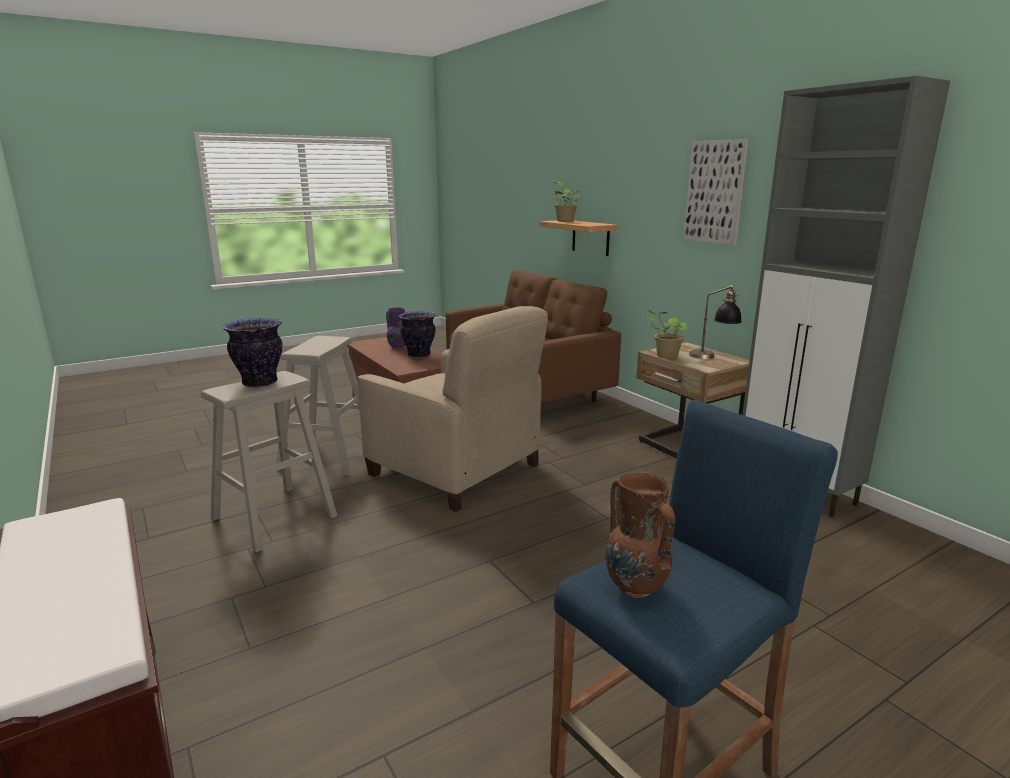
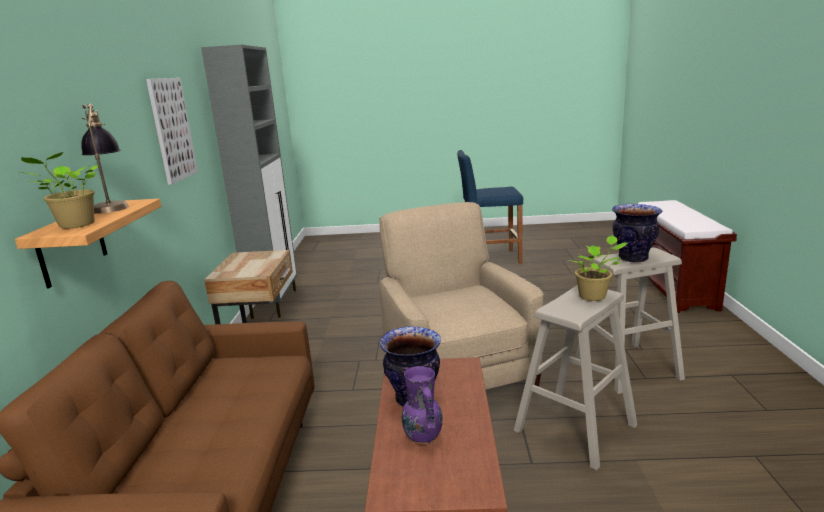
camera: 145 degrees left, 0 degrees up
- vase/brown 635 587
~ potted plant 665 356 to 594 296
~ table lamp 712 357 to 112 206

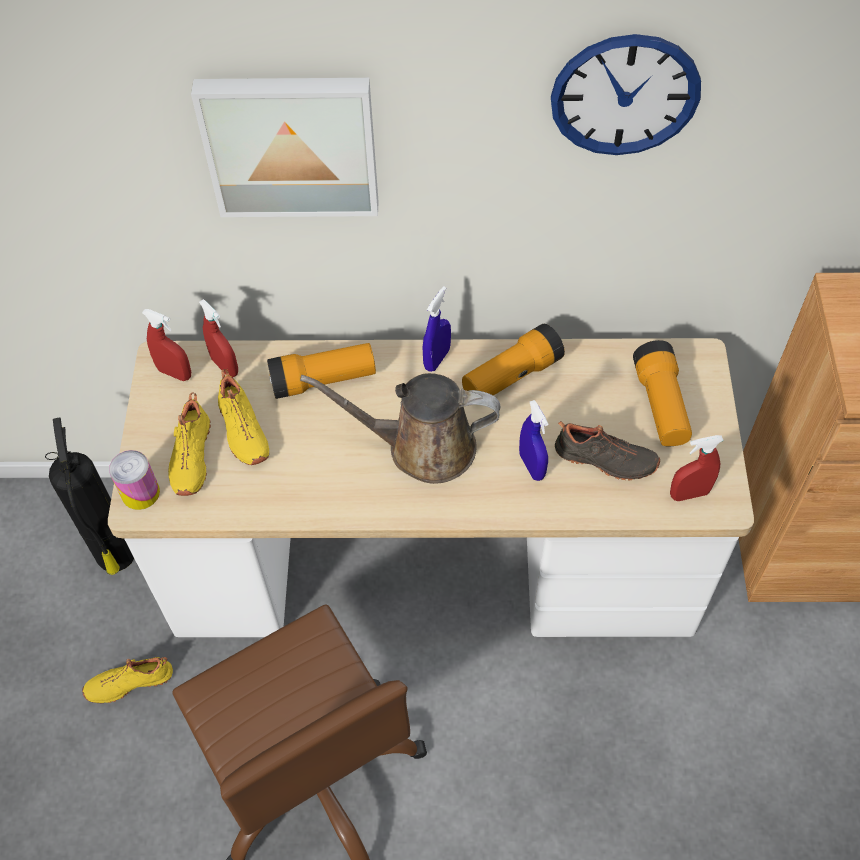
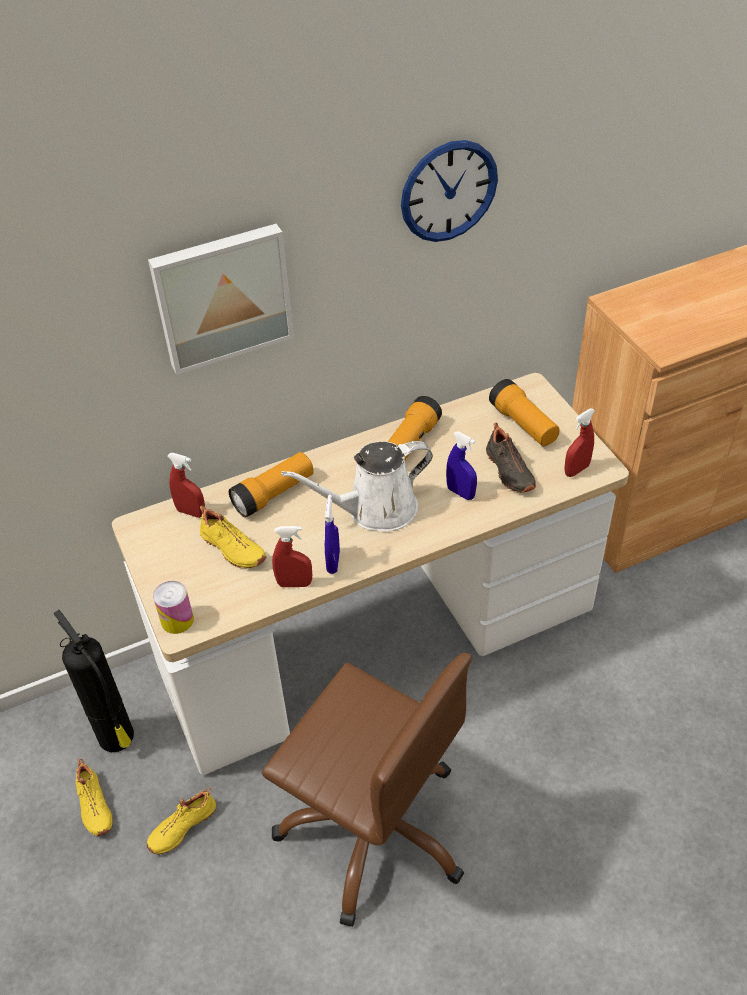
camera: 25 degrees left, 10 degrees down
~ spray bottle/red 175 373 to 294 583
~ shoe/yellow 190 457 to 93 806
~ watering can/brown 422 447 to watering can/white 375 509
~ spray bottle/blue 437 359 to 333 562
~ shoe/black 605 460 = 508 471 75 degrees clockwise

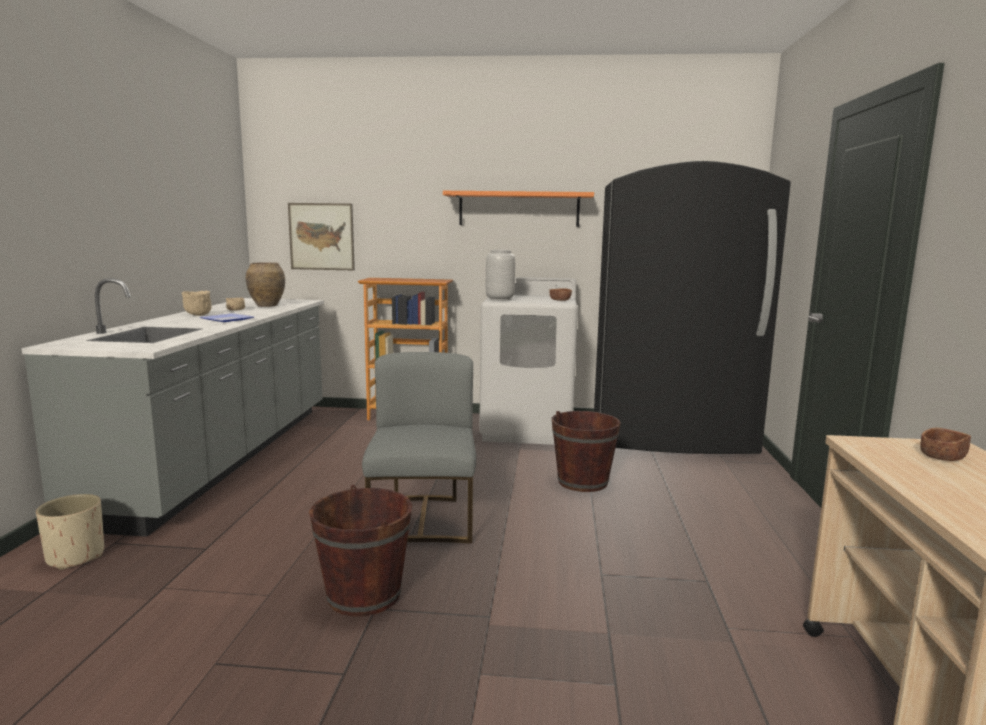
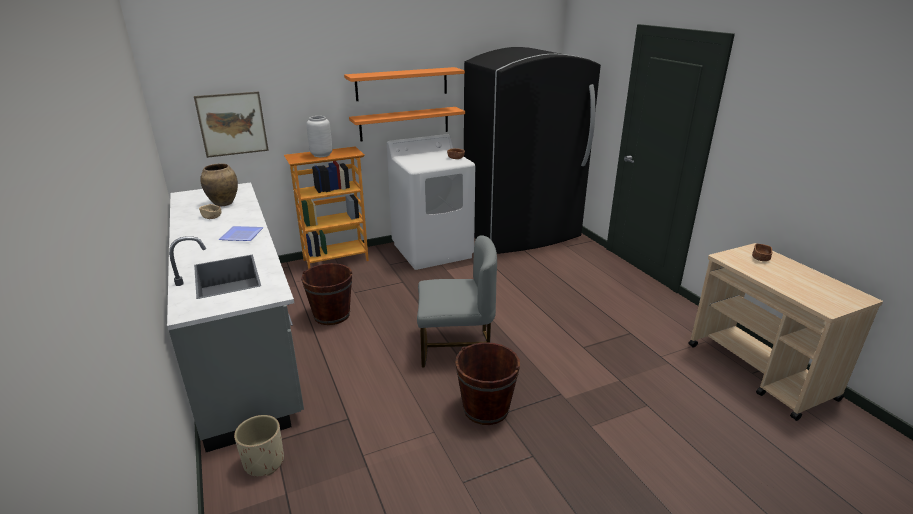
camera: 30 degrees left, 15 degrees up
- bowl/beige 198 315
~ chair/grey 423 520 = 455 346 120 degrees clockwise
~ vase/grey 499 299 to 321 155
~ bucket/brown 582 482 to 332 315
+ shelf/orange 404 123

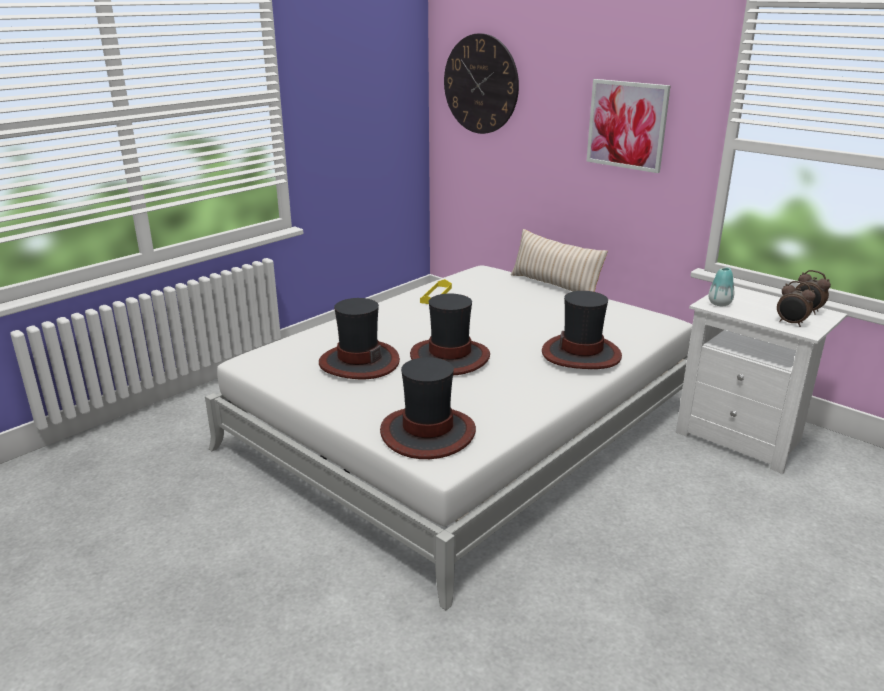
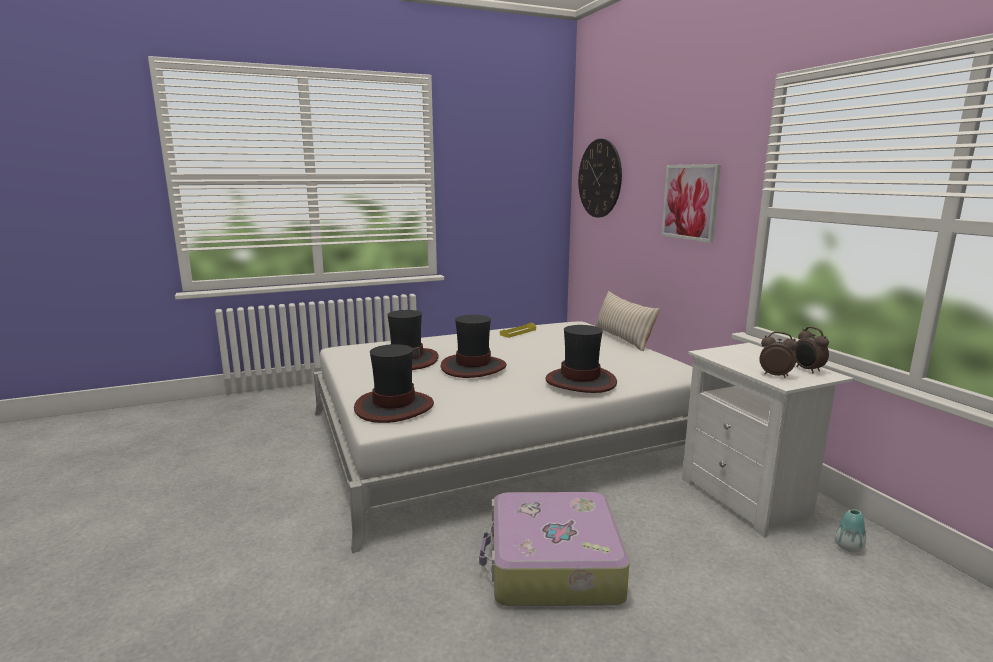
camera: 25 degrees right, 10 degrees down
~ vase 719 303 to 848 547
~ alarm clock 791 323 = 775 375 150 degrees clockwise
+ suitcase 552 565

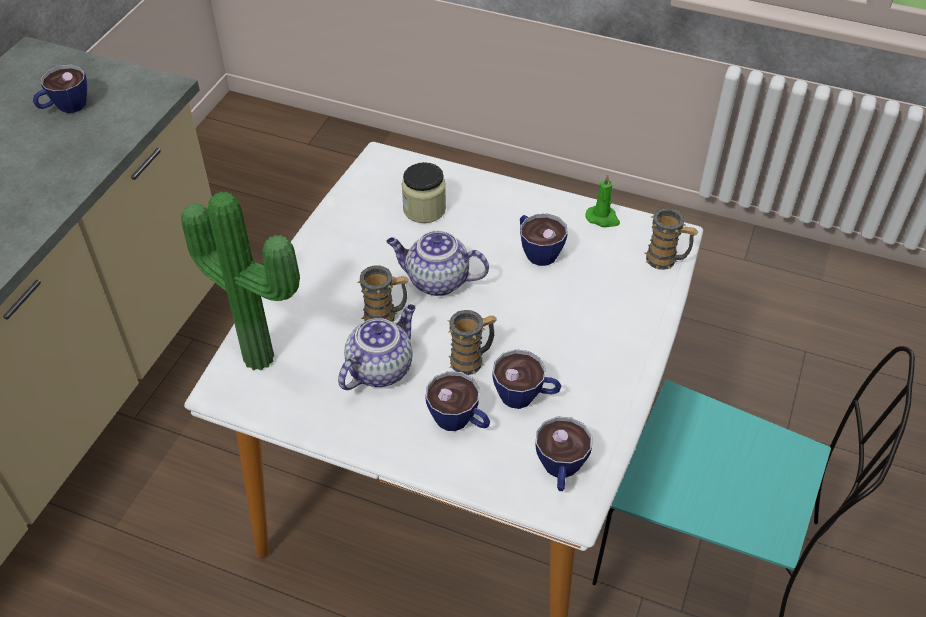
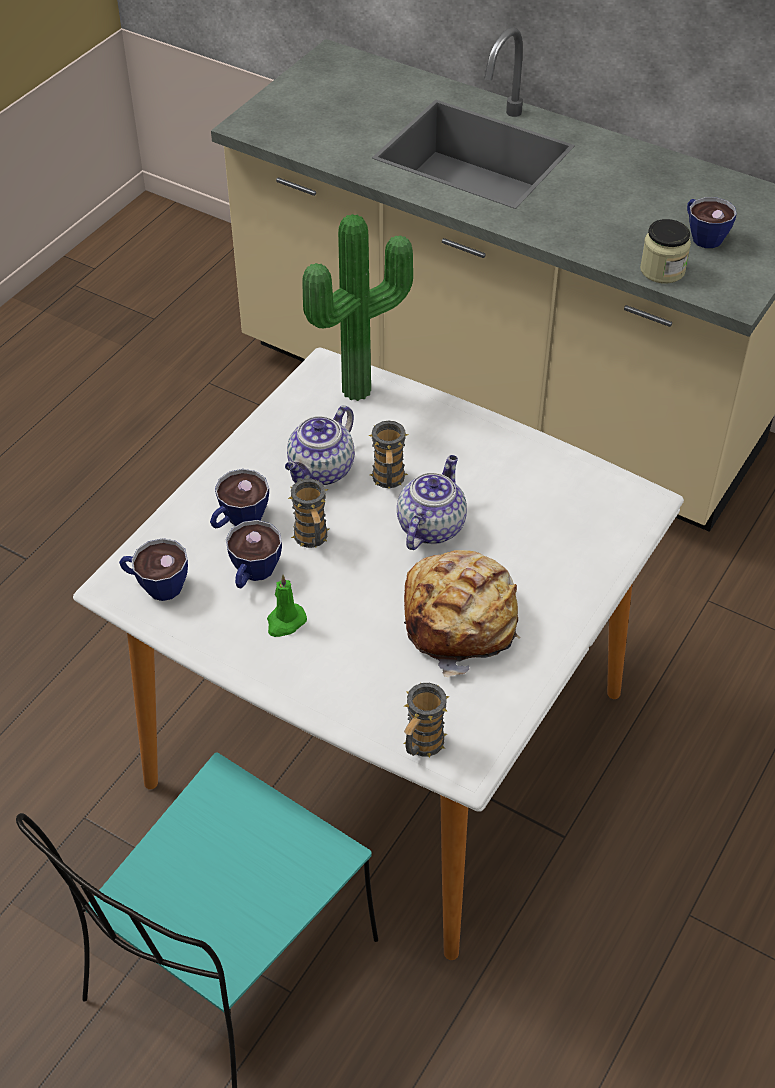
camera: 100 degrees right, 0 degrees up
~ teapot 380 368 = 321 471 75 degrees clockwise
~ jar 424 209 to 662 270
~ cup 537 251 to bread 462 620
~ candle/green 603 218 to 285 622

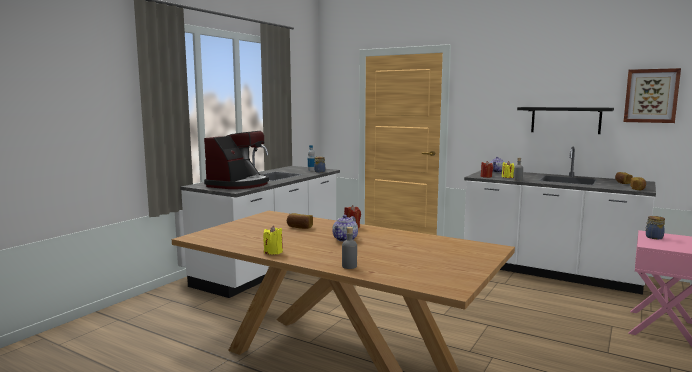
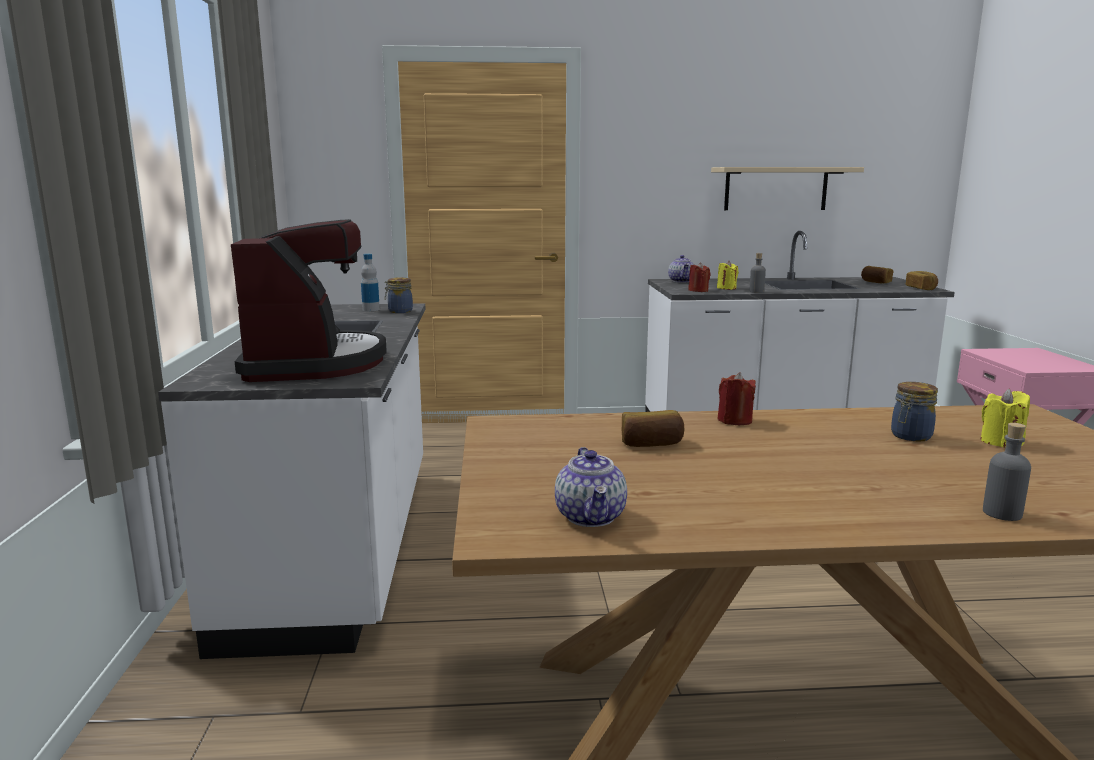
camera: 35 degrees left, 5 degrees up
~ candle/yellow 273 252 to 1001 442
~ teapot 345 239 to 591 517
~ shelf/black 565 120 to shelf/beige 776 188
- picture 651 96
~ jar 653 237 to 910 436

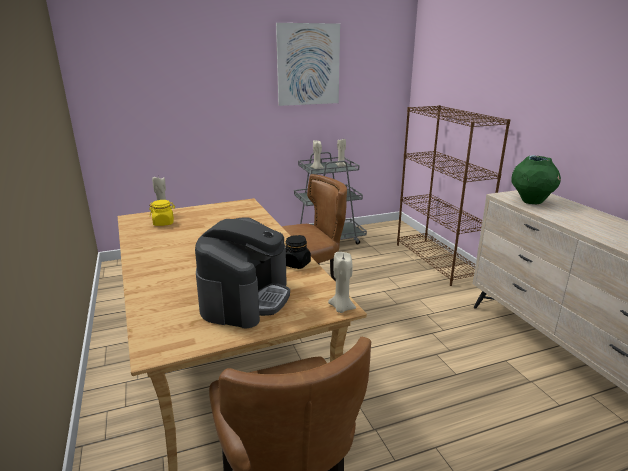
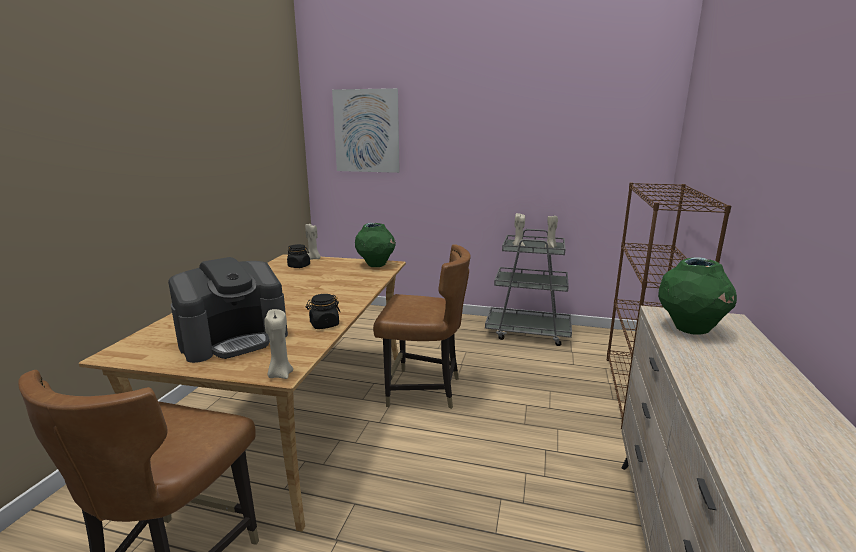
camera: 35 degrees right, 5 degrees down
~ jar/yellow 164 223 to jar/black 299 266
~ picture 308 65 to 366 131
+ vase/green 376 265

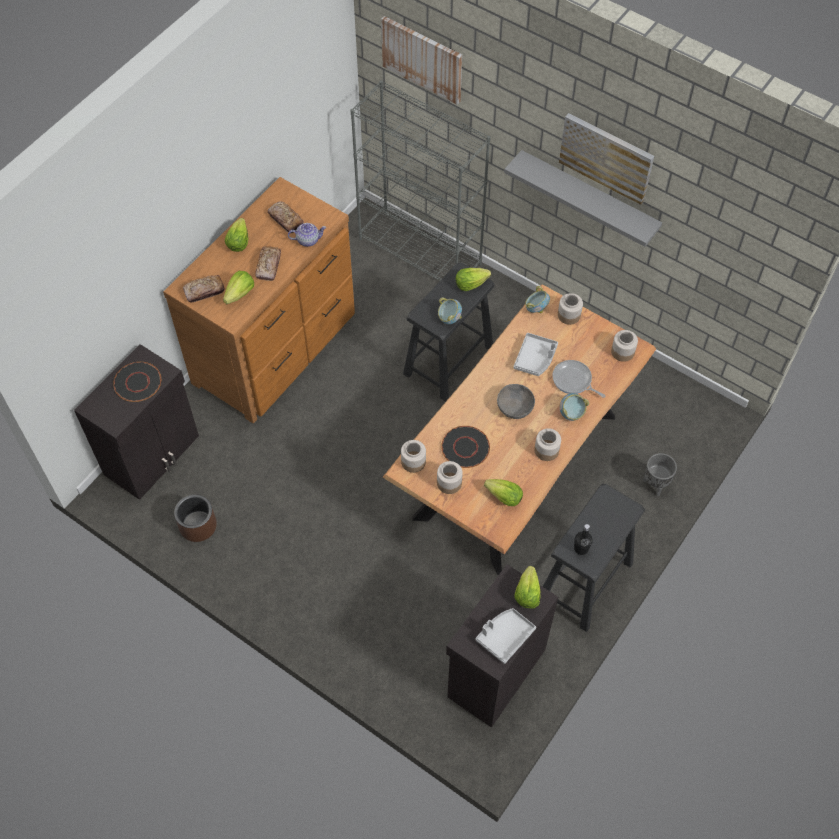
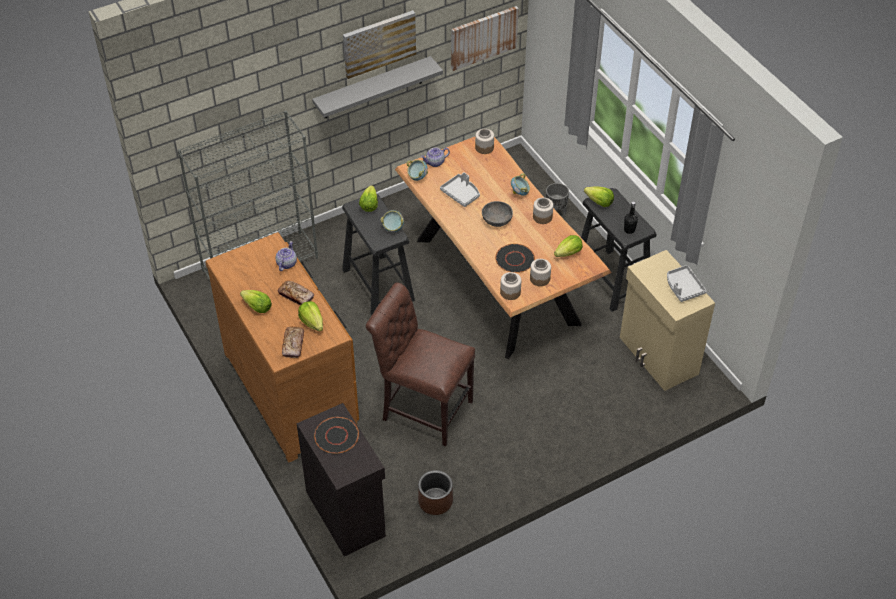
camera: 65 degrees left, 10 degrees down
- bread 285 220
~ picture 422 59 to 483 37
~ cabinet/black 494 672 to cabinet/beige 658 356
~ lettuce 527 593 to 599 202
- frying pan 573 381
~ jar 569 315 to teapot 435 162
+ chair/brown 423 408

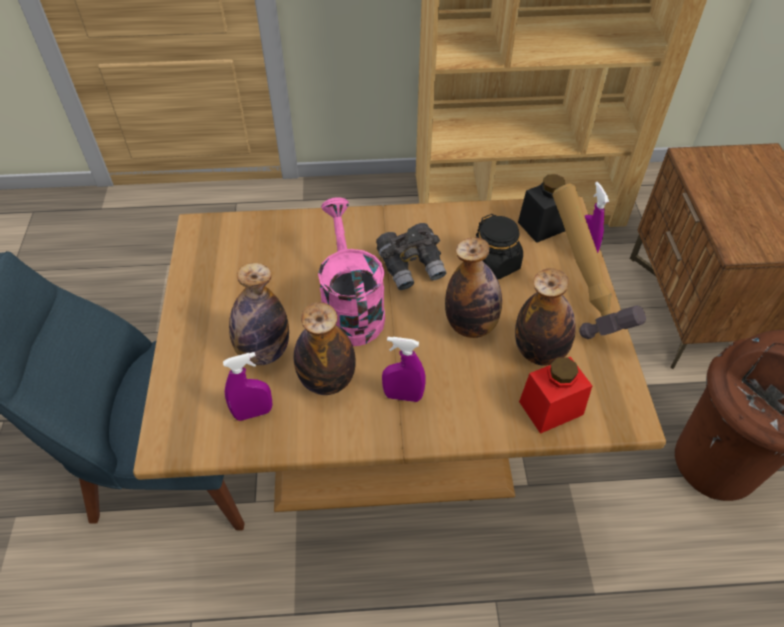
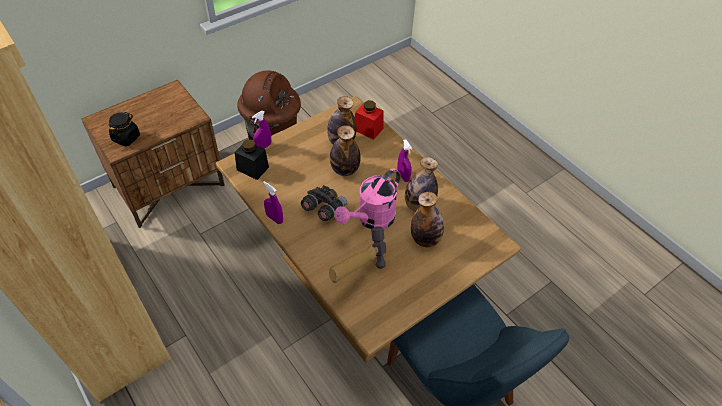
camera: 125 degrees left, 0 degrees up
~ spray bottle/purple 253 413 to 274 218
~ jar/black 494 264 to 126 138
~ hammer 582 302 to 357 276

